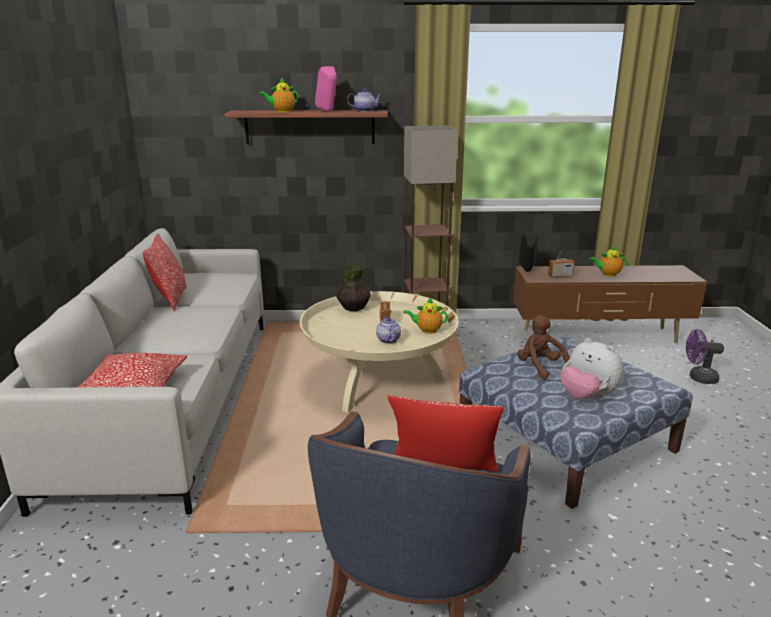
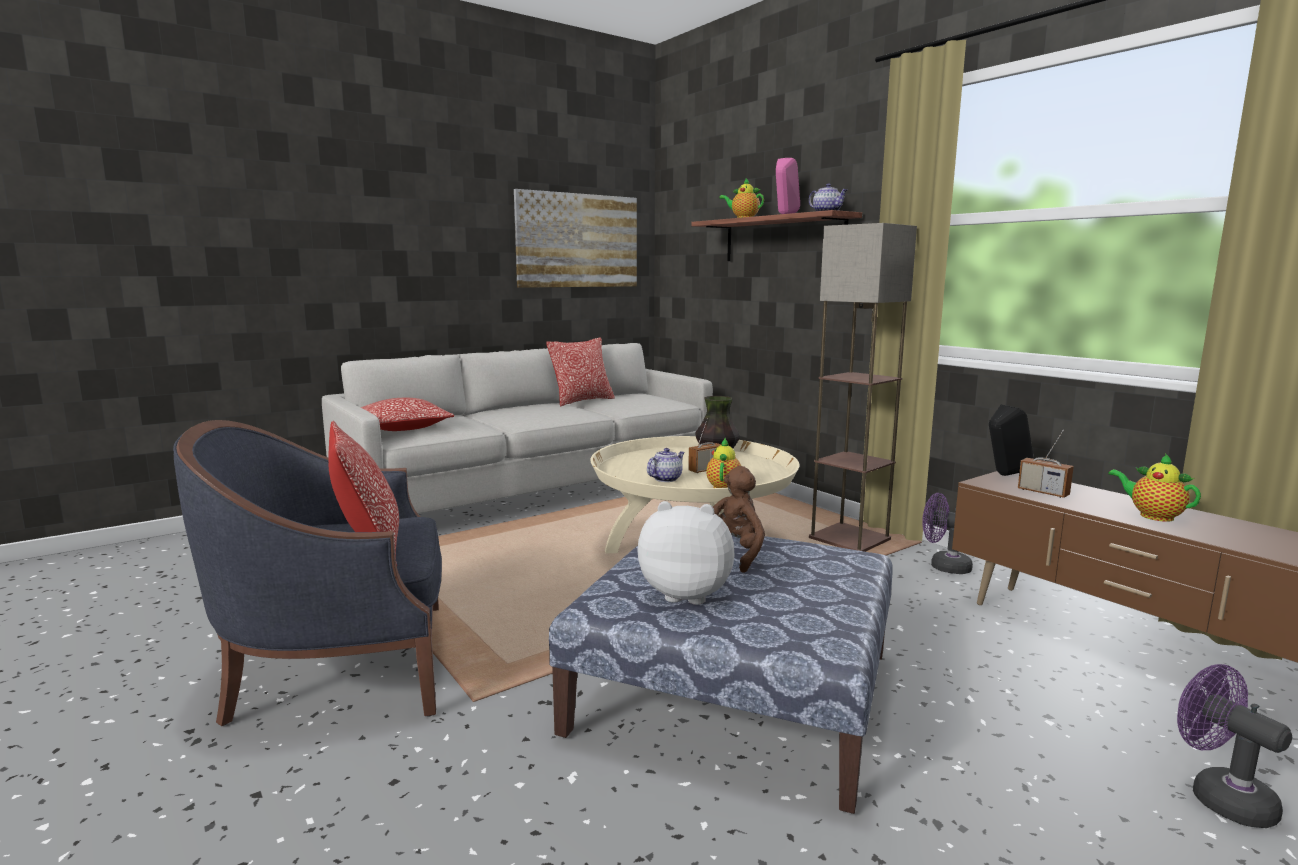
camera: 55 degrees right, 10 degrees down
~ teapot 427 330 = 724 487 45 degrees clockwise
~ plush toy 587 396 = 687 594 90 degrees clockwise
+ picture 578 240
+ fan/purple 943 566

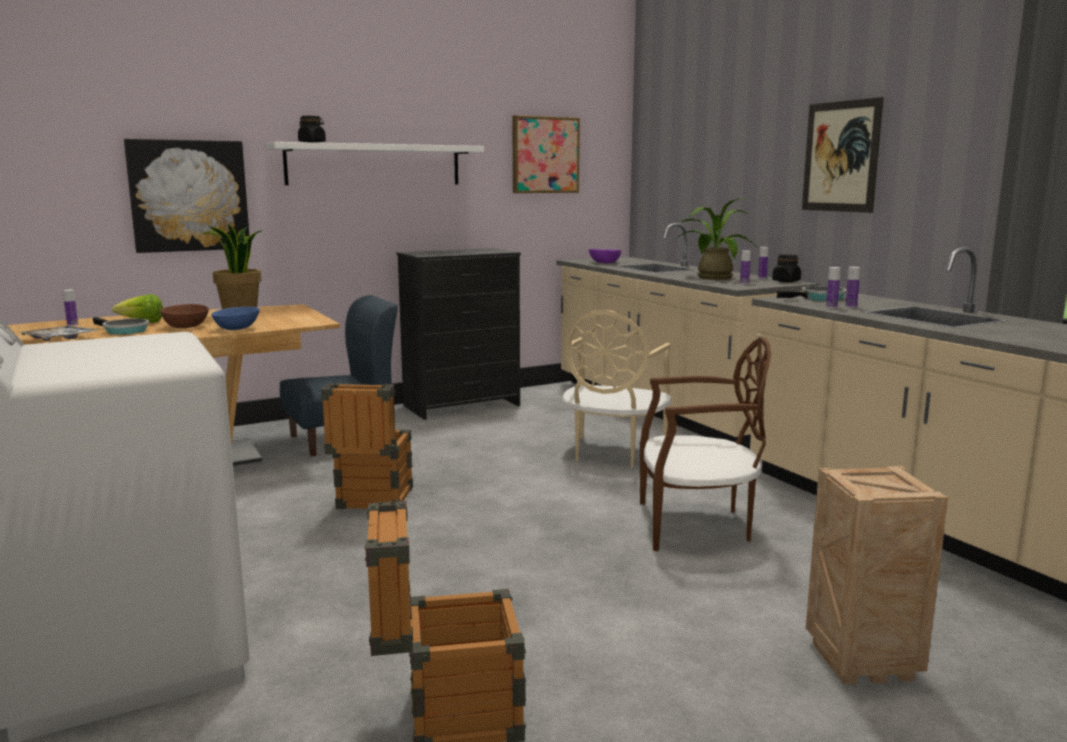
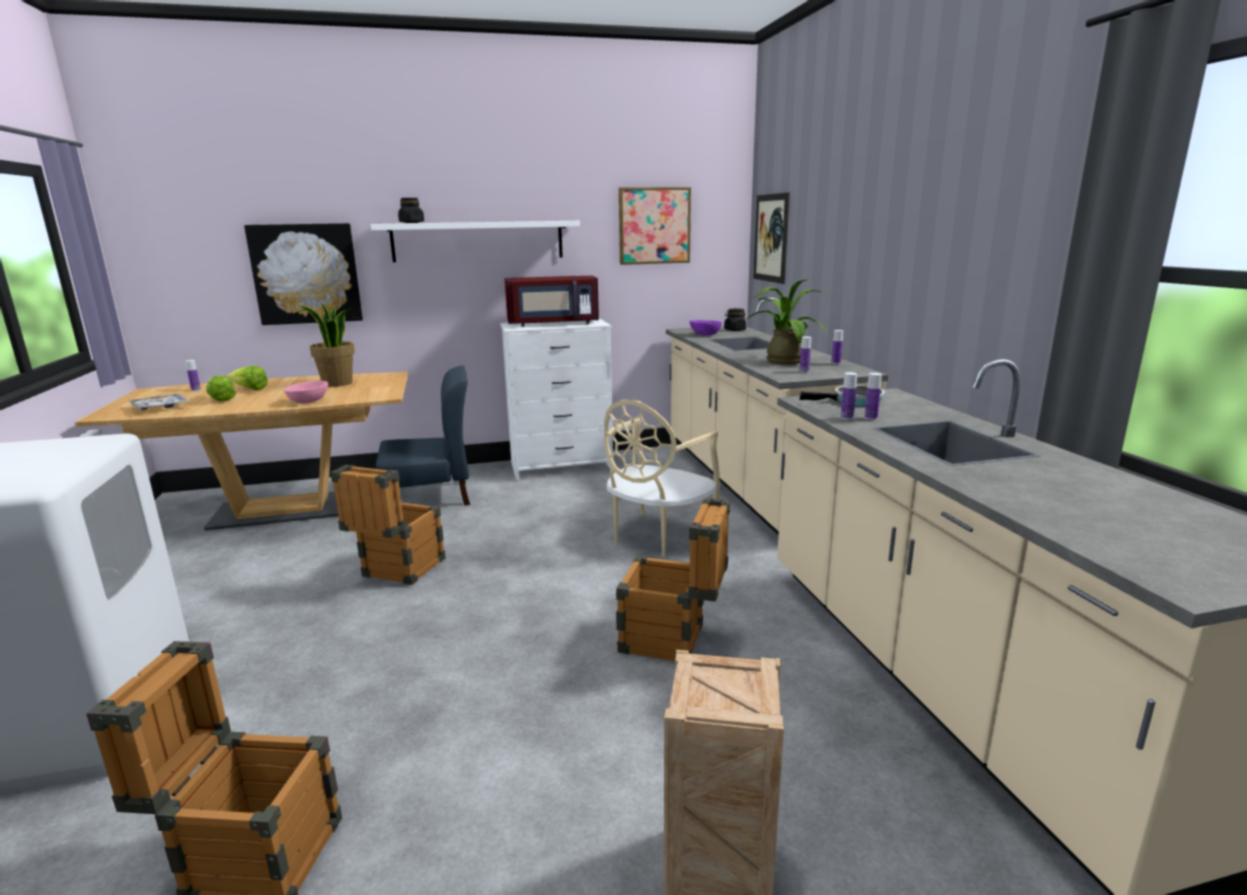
camera: 15 degrees right, 5 degrees up
~ frying pan 123 331 to lettuce 220 399
- bowl/brown 185 326
~ bowl/blue 237 329 to bowl/pink 309 401
~ dresser/black 462 406 to dresser/white 561 466
~ chair/brown 696 526 to crate 673 641
~ jar/black 786 281 to 734 330
~ picture 841 156 to 771 238
+ microwave/red 553 323

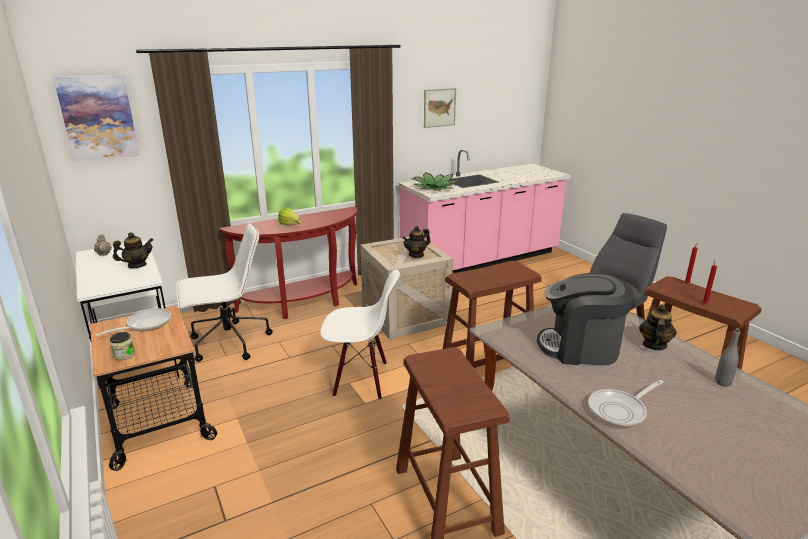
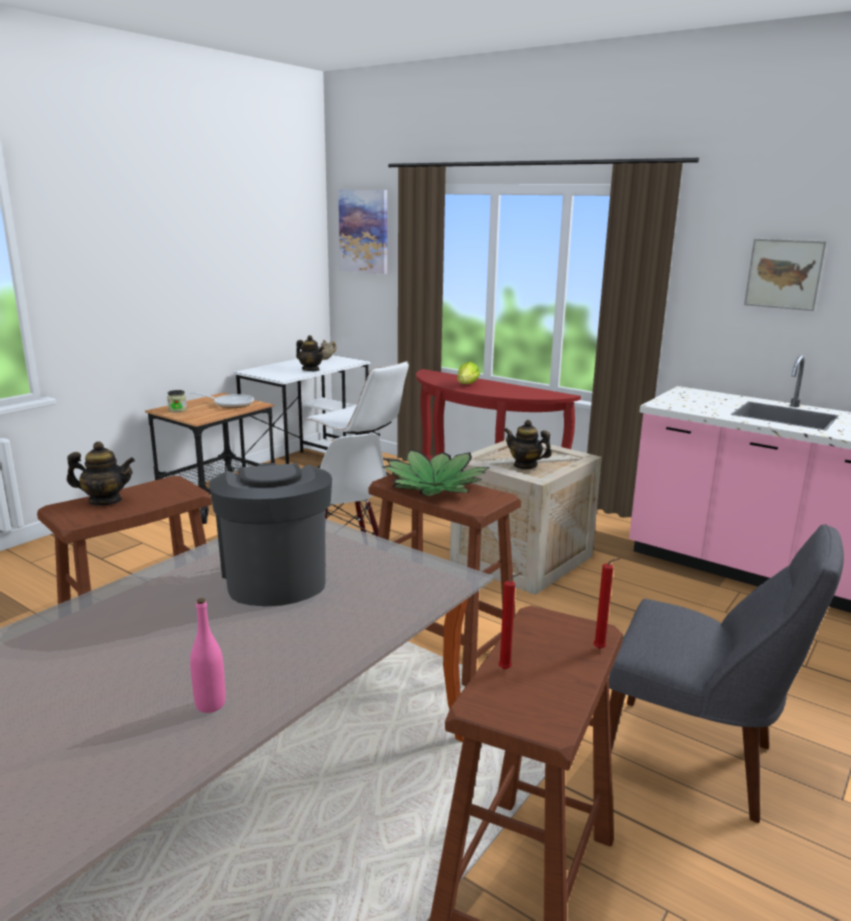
camera: 65 degrees right, 5 degrees down
~ potted plant 434 188 to 434 486
- frying pan 620 410
~ teapot 654 345 to 105 501
~ bottle/grey 722 382 to bottle/pink 210 704

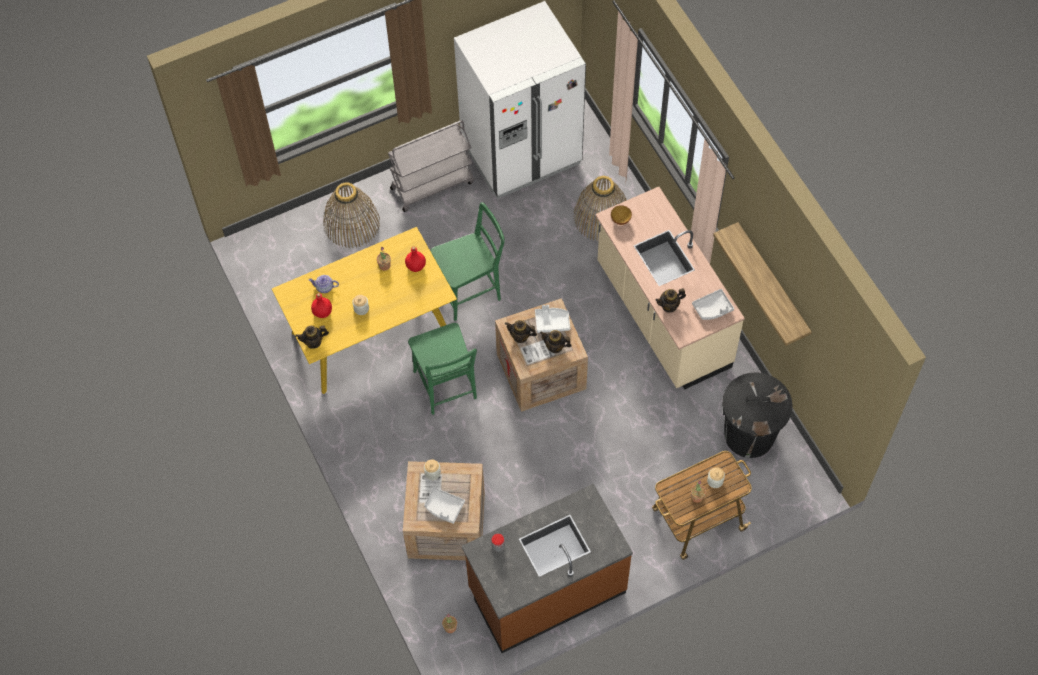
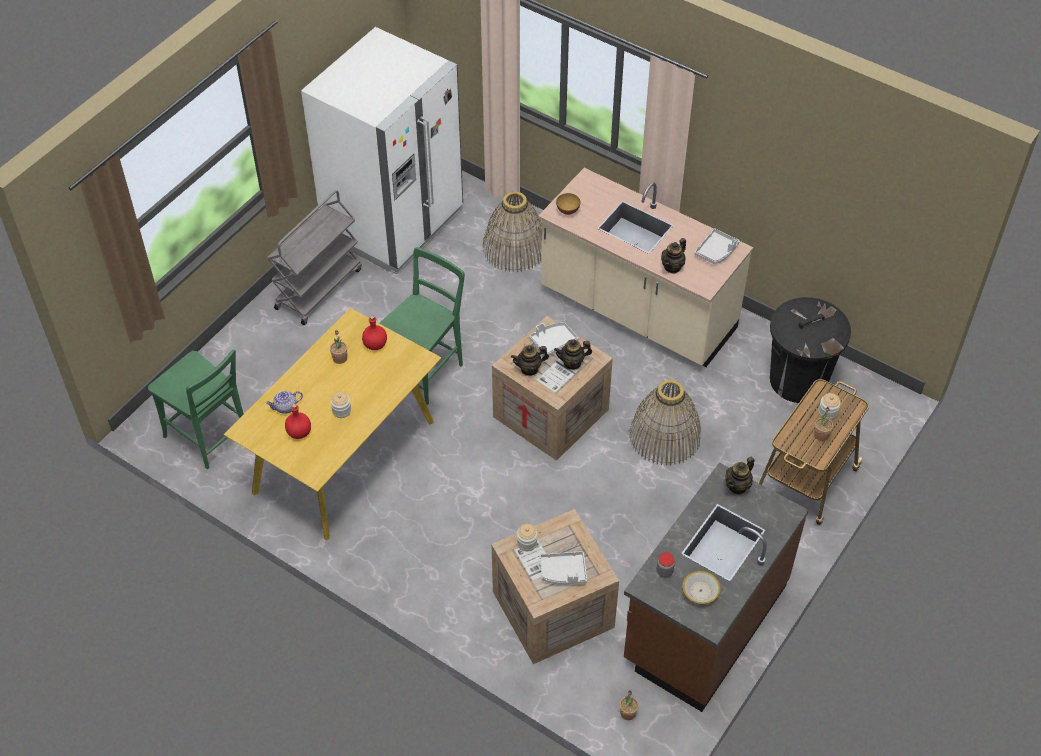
camera: 30 degrees left, 10 degrees down
~ teapot 313 342 to 737 486
~ basket 351 224 to 664 436
~ chair/green 446 388 to 209 437
- shelf 772 283
+ bowl 700 591

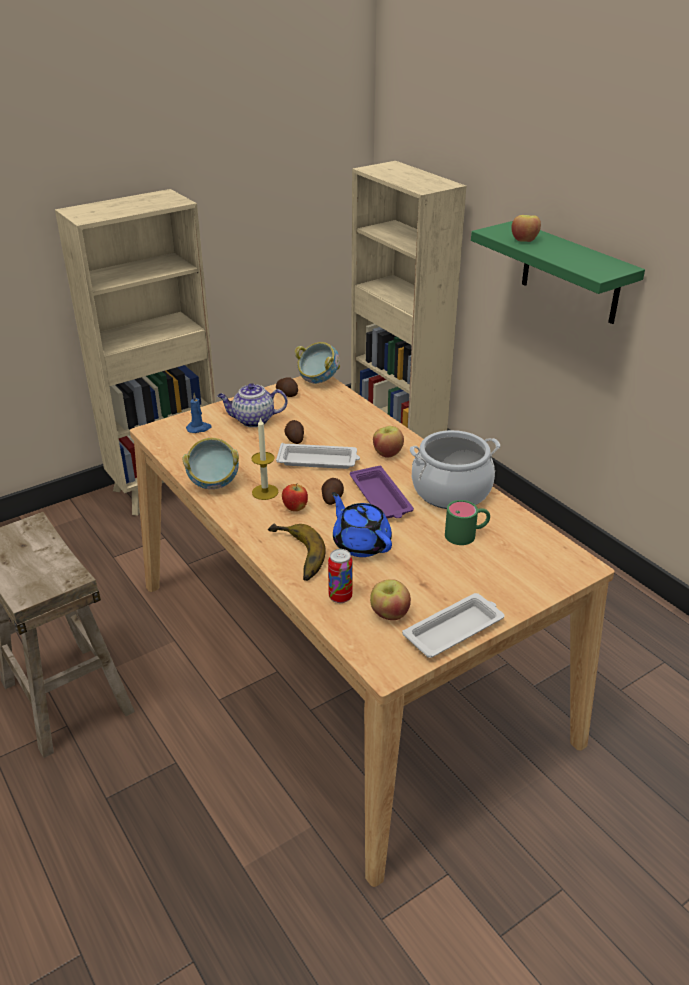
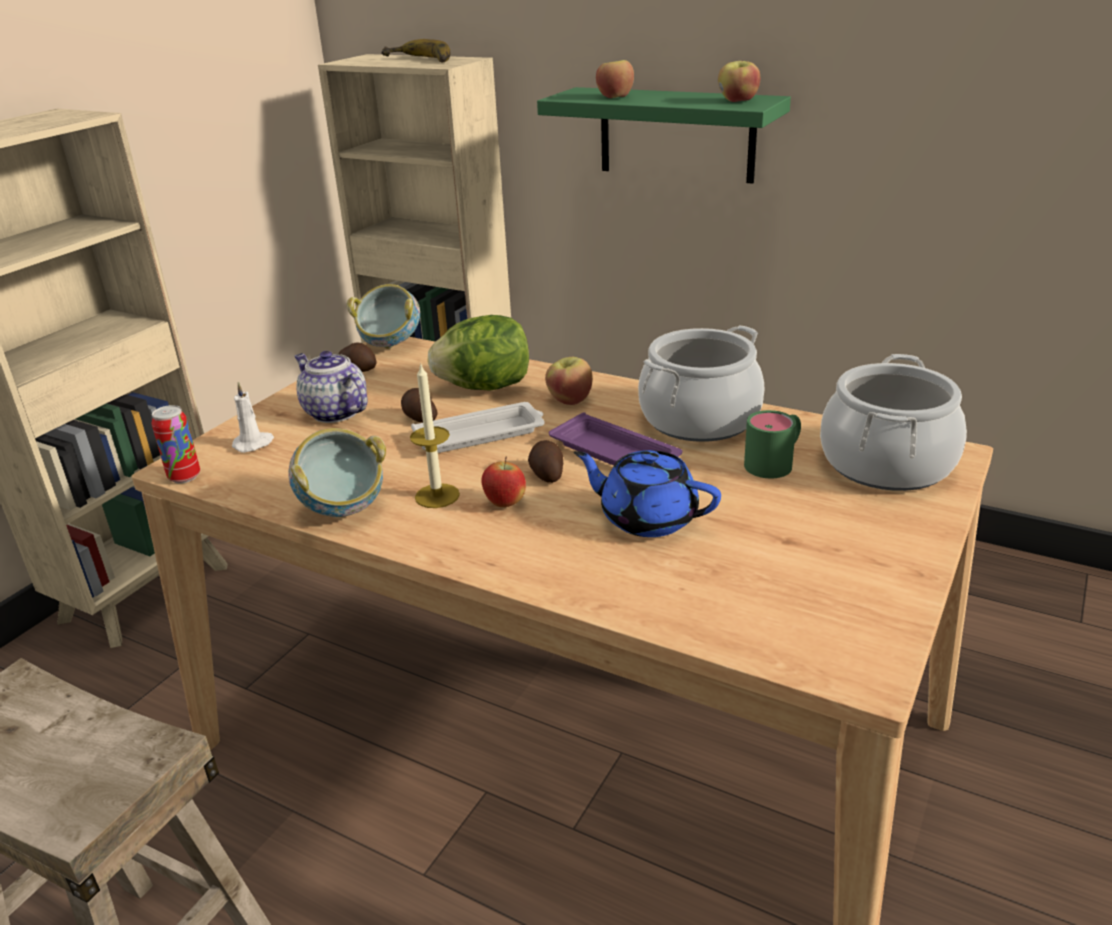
camera: 25 degrees left, 5 degrees down
~ candle/blue 199 428 to candle/white 254 444
~ teapot 253 420 = 334 412 75 degrees clockwise
~ banana 293 556 to 418 60
~ can 340 597 to 184 477
~ apple 389 614 to 737 101
- tray/white 455 630
+ lettuce 485 387
+ cooking pot 886 463

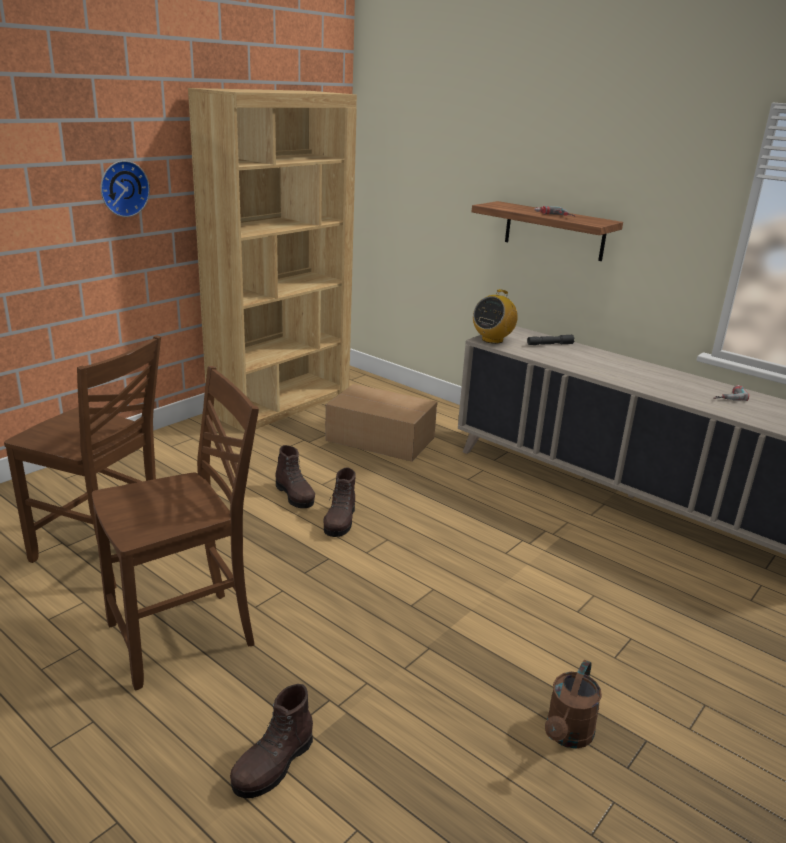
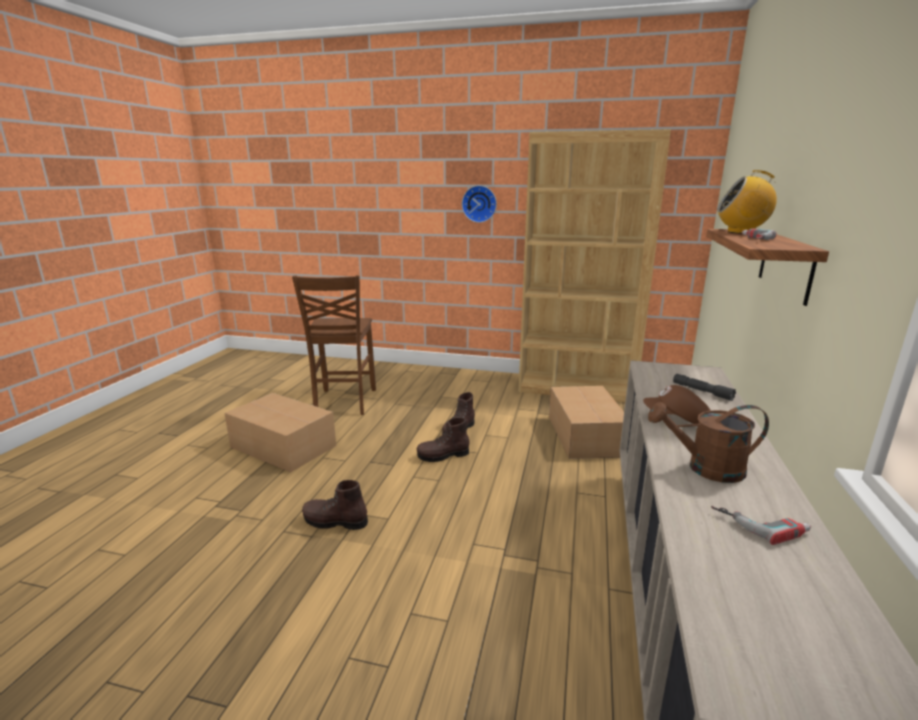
camera: 65 degrees right, 5 degrees down
~ chair/brown 185 636 to cardboard box 283 447
~ boot/brown 273 765 to 334 522
~ radio 492 340 to 741 232
~ watering can/brown 567 736 to 705 469
+ cap/brown 677 420

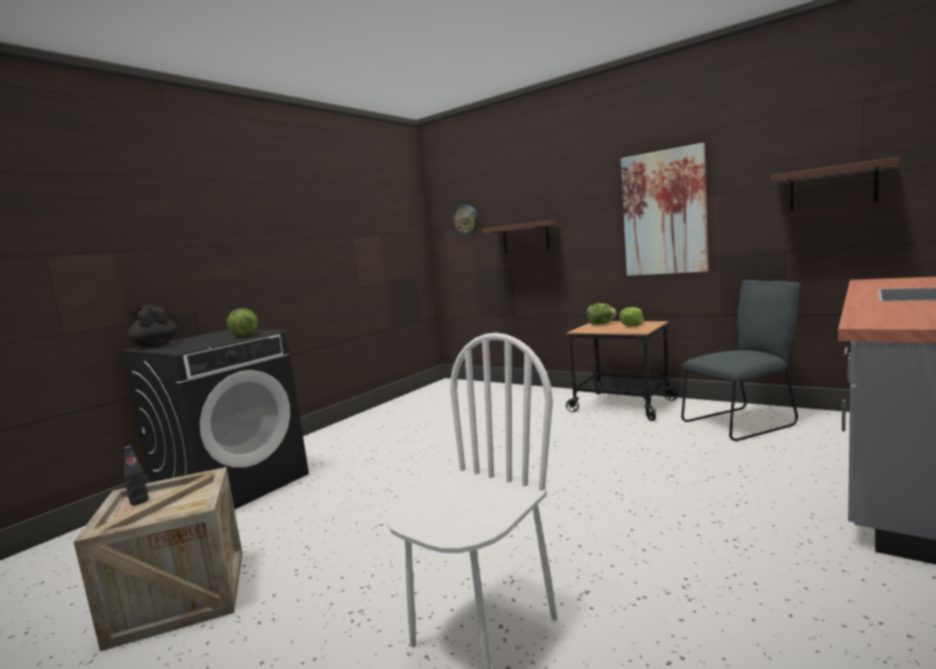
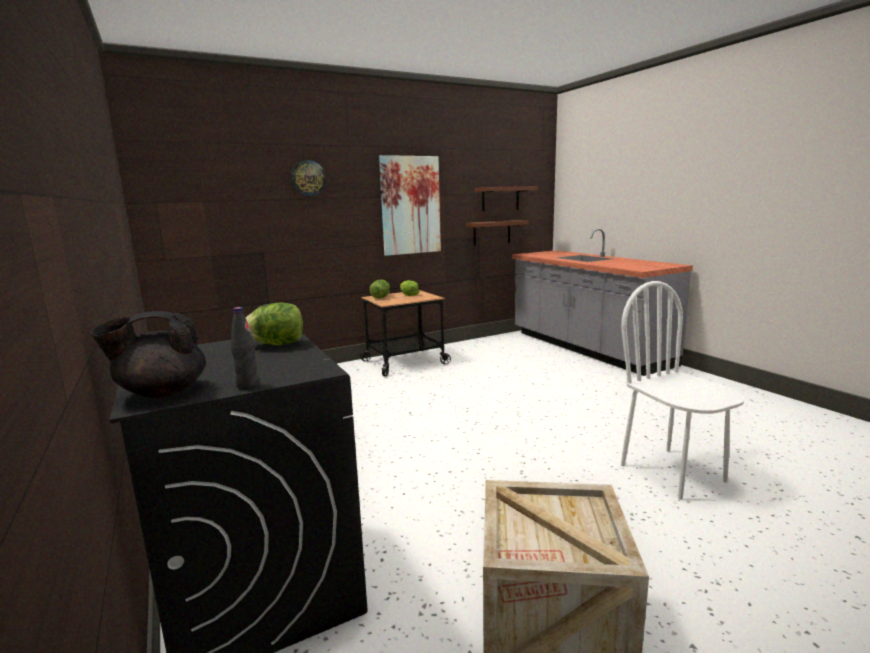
camera: 65 degrees left, 5 degrees up
~ bottle/black 139 501 to 248 385
~ wall clock 465 220 to 308 178
~ shelf/brown 525 237 to 491 232
- chair/grey 742 423

